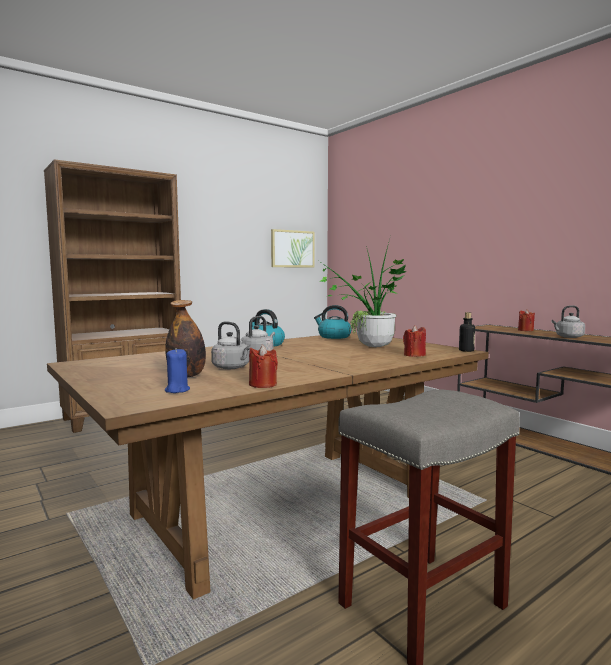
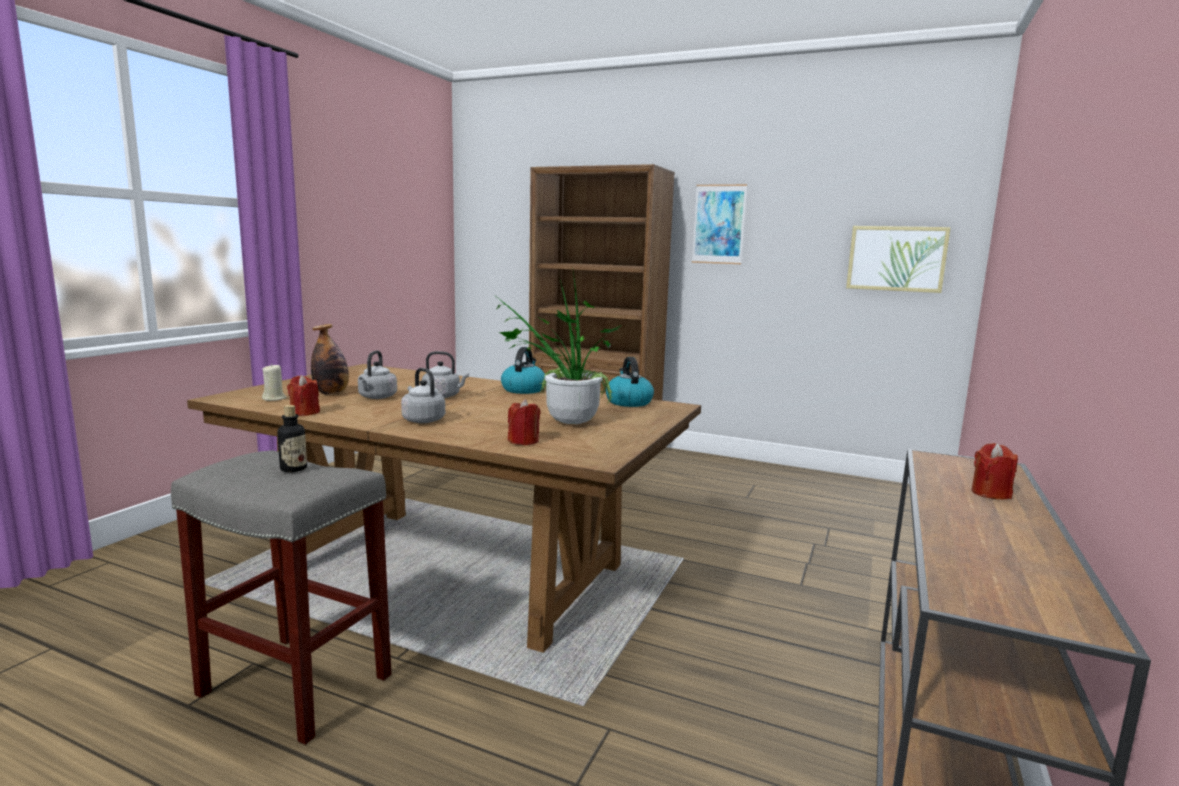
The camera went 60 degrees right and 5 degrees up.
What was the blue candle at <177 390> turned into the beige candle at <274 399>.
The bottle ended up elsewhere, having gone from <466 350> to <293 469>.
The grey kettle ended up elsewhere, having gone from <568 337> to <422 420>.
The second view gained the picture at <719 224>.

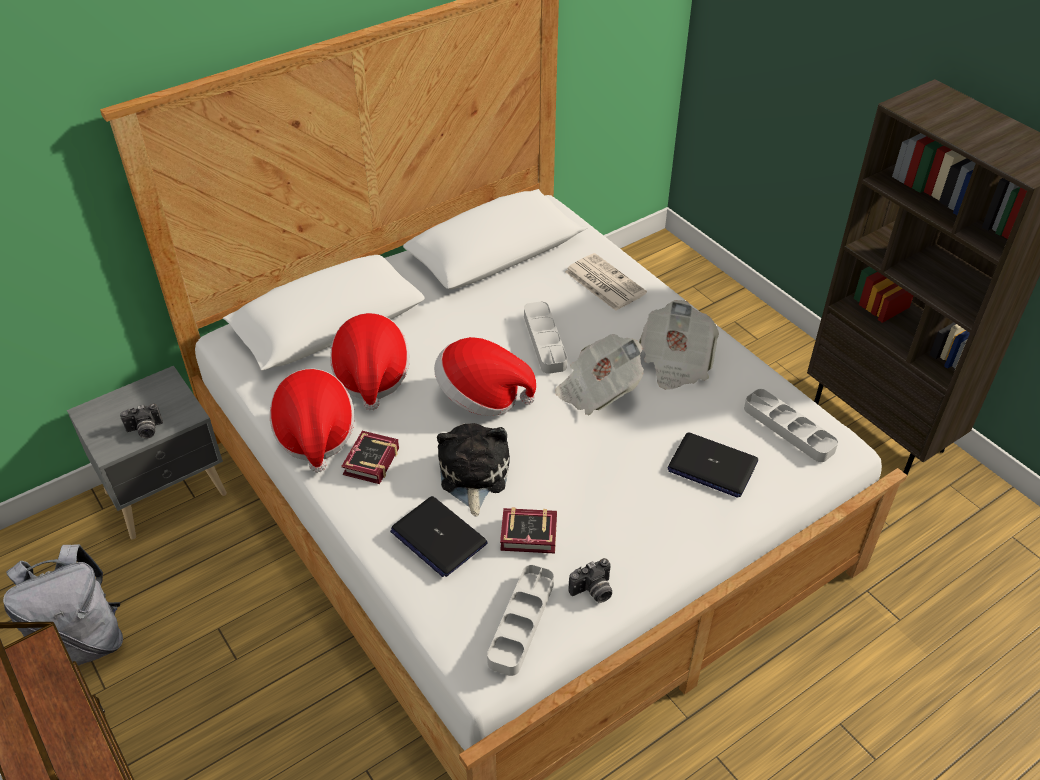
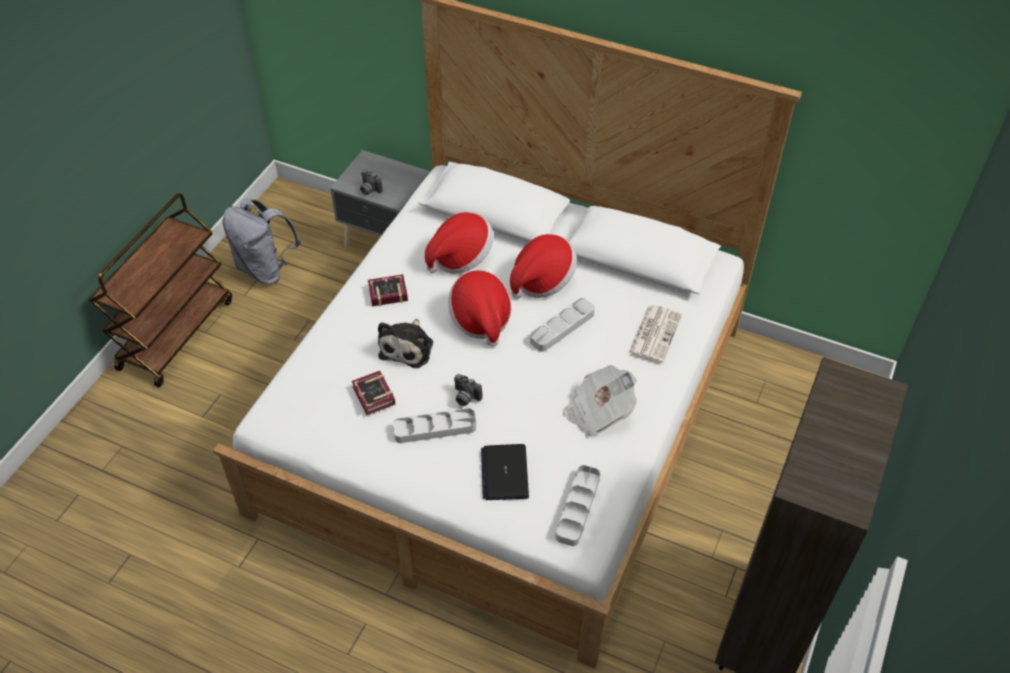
The camera went 60 degrees right and 5 degrees up.
The hat ended up elsewhere, having gone from <315 435> to <542 280>.
The second view lost the laptop at <438 537>.
The plush toy at <473 476> ended up facing another way, 135 degrees clockwise from before.
The grey tray ended up elsewhere, having gone from <521 622> to <434 428>.
The second view lost the newspaper at <598 390>.
The photo camera ended up elsewhere, having gone from <593 592> to <465 397>.

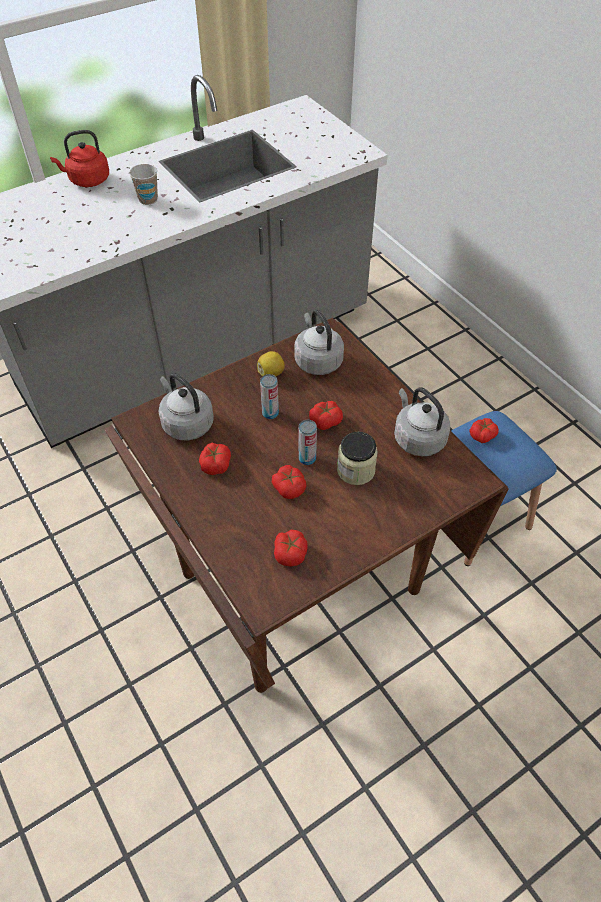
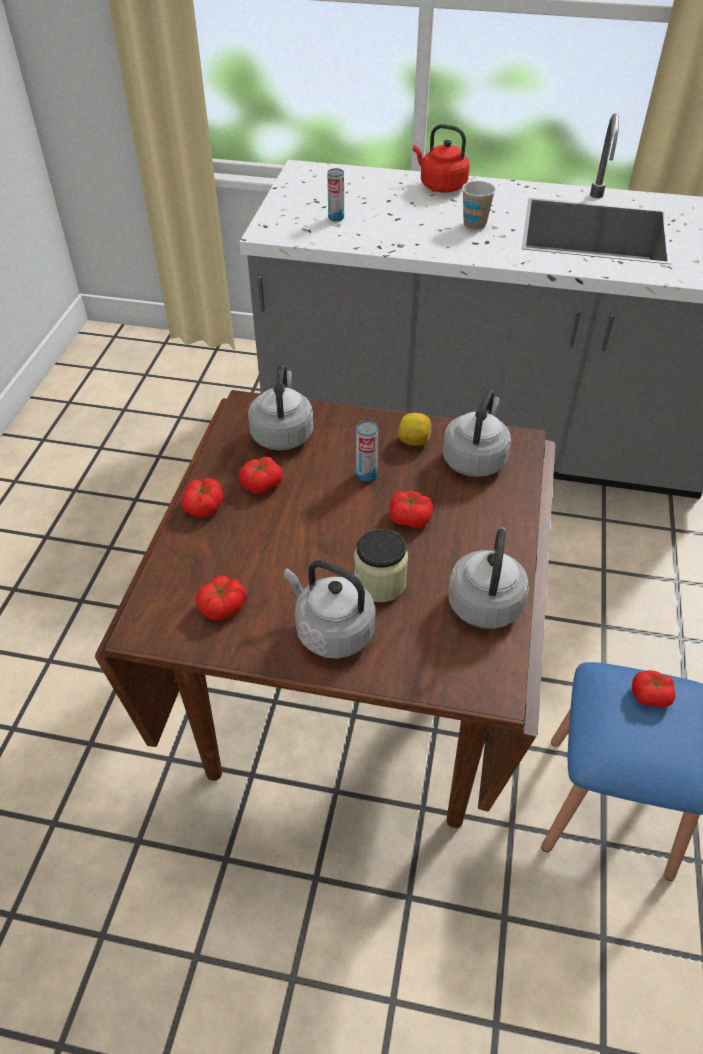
The camera went 45 degrees right and 5 degrees down.
The tomato ended up elsewhere, having gone from <289 487> to <204 506>.
The can ended up elsewhere, having gone from <307 458> to <336 218>.
The second view gained the grey kettle at <331 630>.

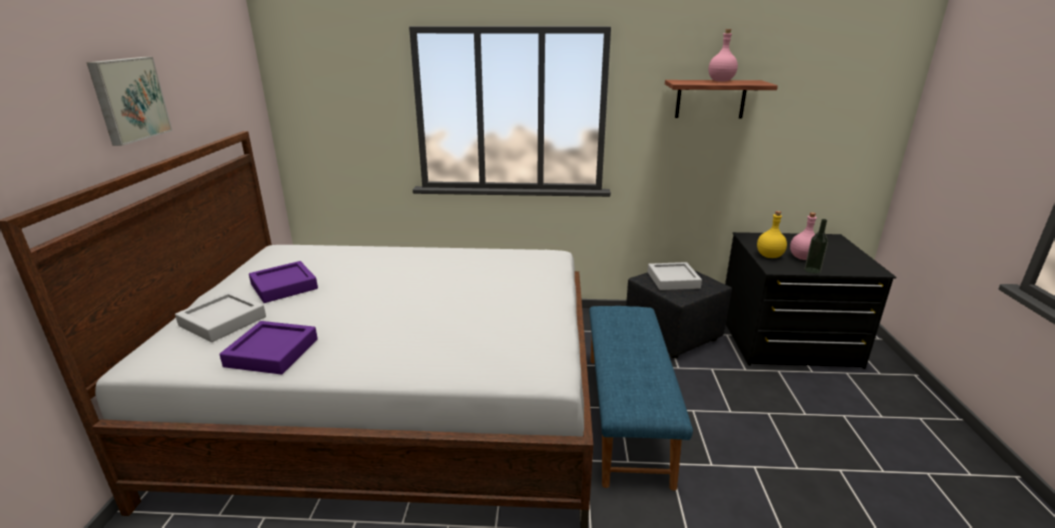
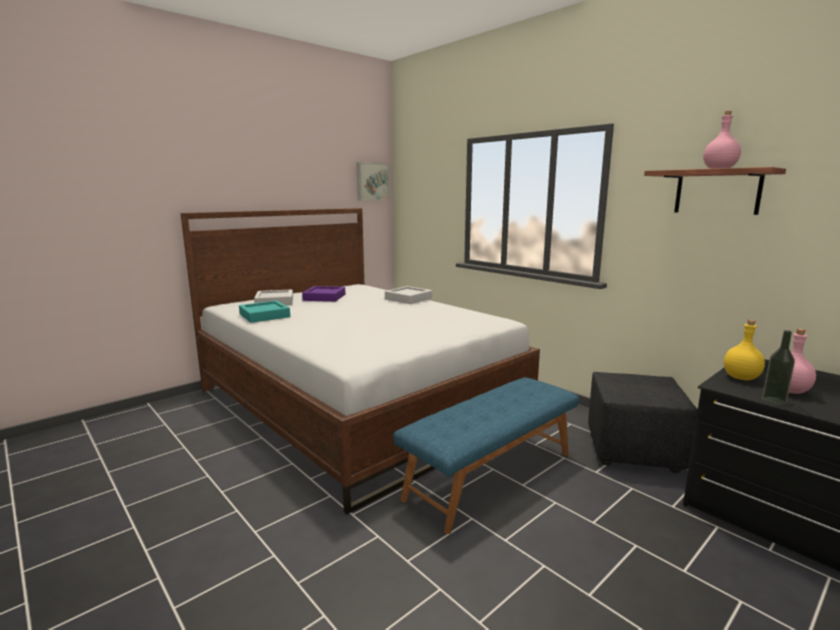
The camera went 45 degrees right and 10 degrees down.
The picture ended up elsewhere, having gone from <128 99> to <371 181>.
What was the purple tray at <272 353> turned into the turquoise tray at <264 315>.
The grey tray ended up elsewhere, having gone from <673 280> to <408 298>.

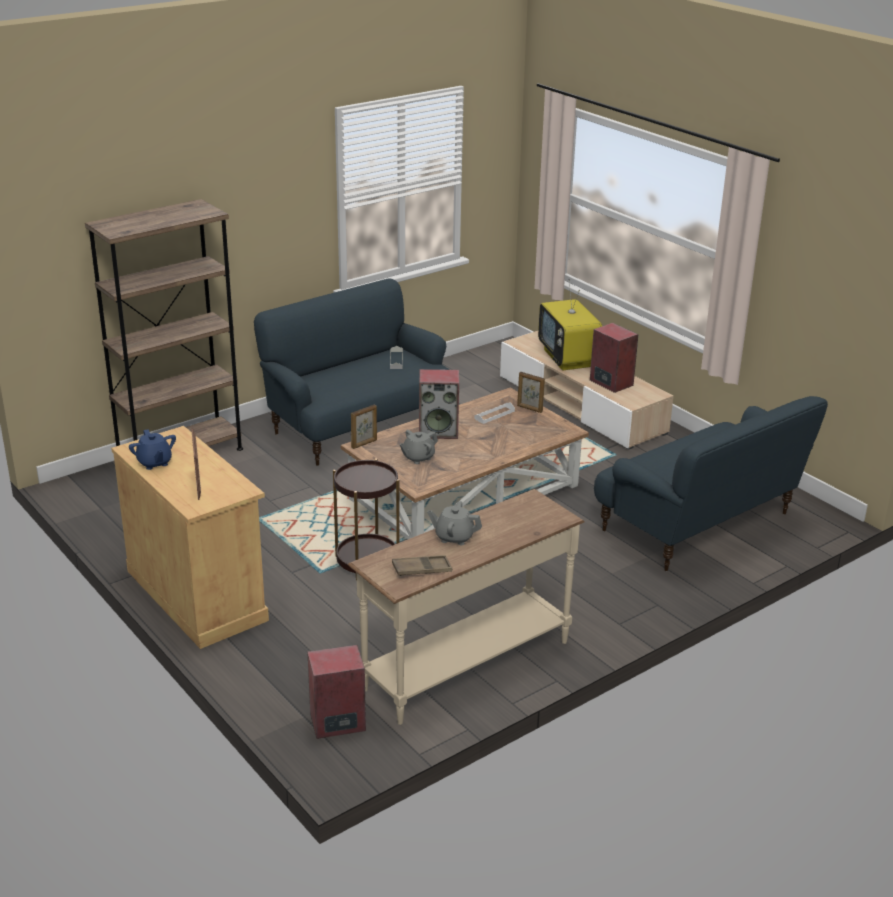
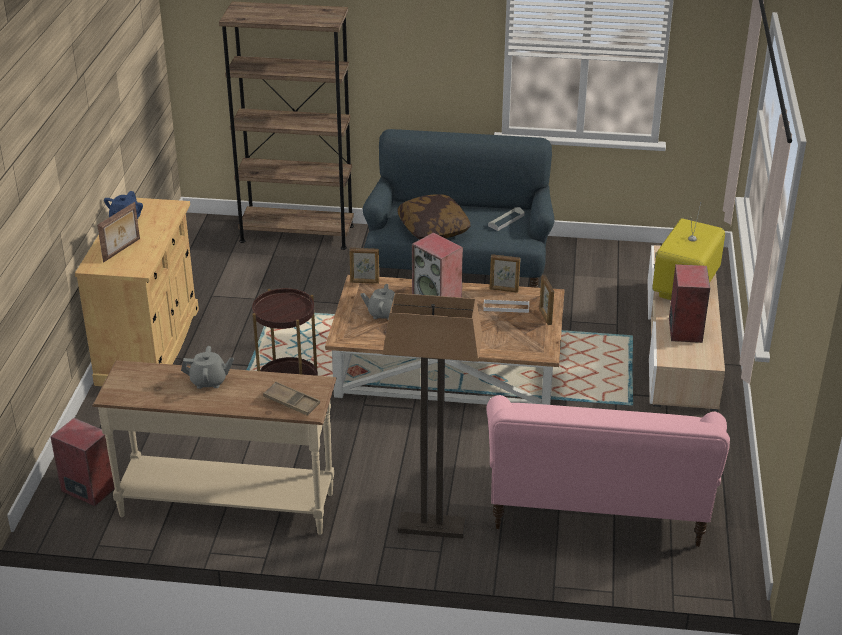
The camera went 45 degrees right and 5 degrees up.
The brown tray ended up elsewhere, having gone from <421 569> to <291 402>.
The grey teapot at <454 537> ended up facing another way, 120 degrees clockwise from before.
What was the blue sofa at <699 524> turned into the pink sofa at <598 507>.
The second view gained the floor lamp at <431 527>.
The second view gained the pillow at <433 229>.
The second view gained the picture frame at <504 290>.

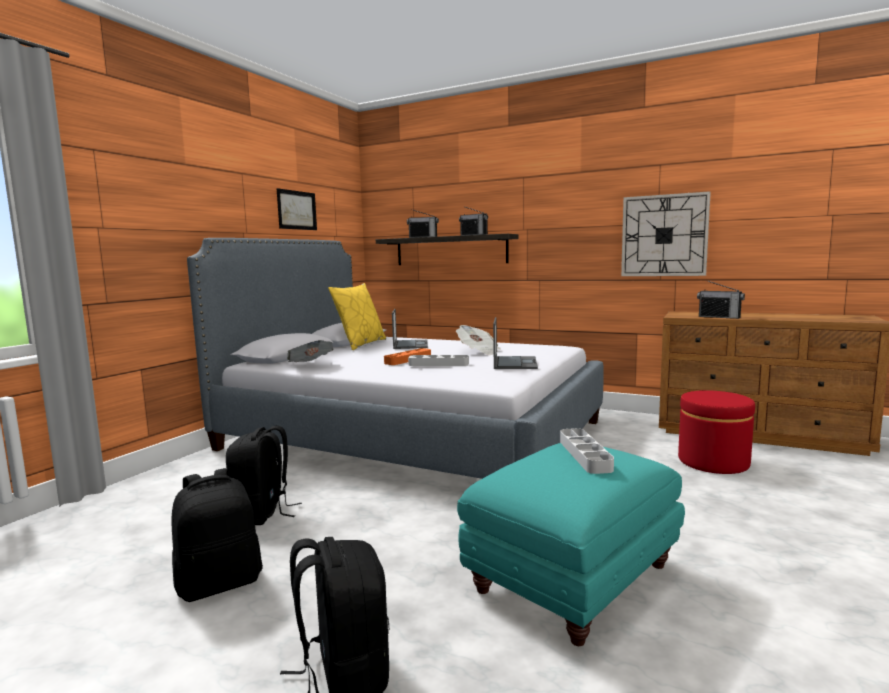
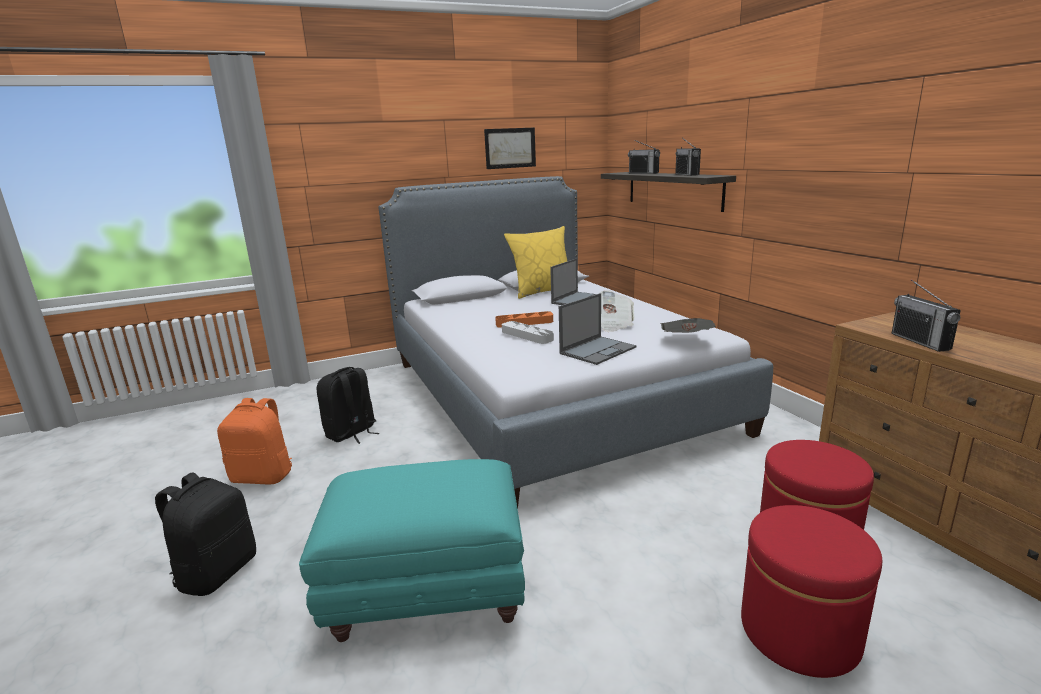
The camera went 40 degrees right and 10 degrees up.
What was the black backpack at <220 583> turned into the orange backpack at <263 476>.
The newspaper ended up elsewhere, having gone from <310 365> to <686 340>.
The second view lost the grey tray at <584 455>.
The second view lost the wall clock at <664 235>.
The second view gained the red ottoman at <799 631>.

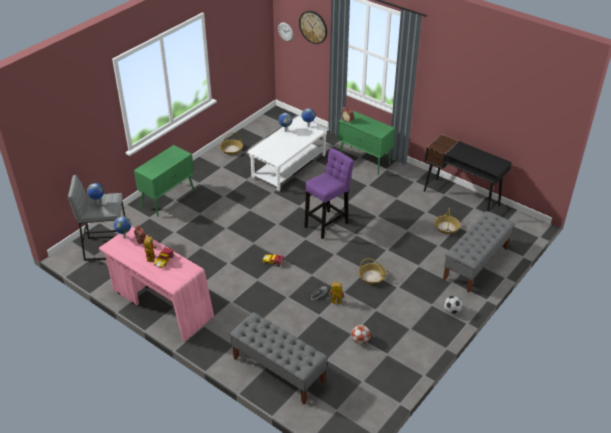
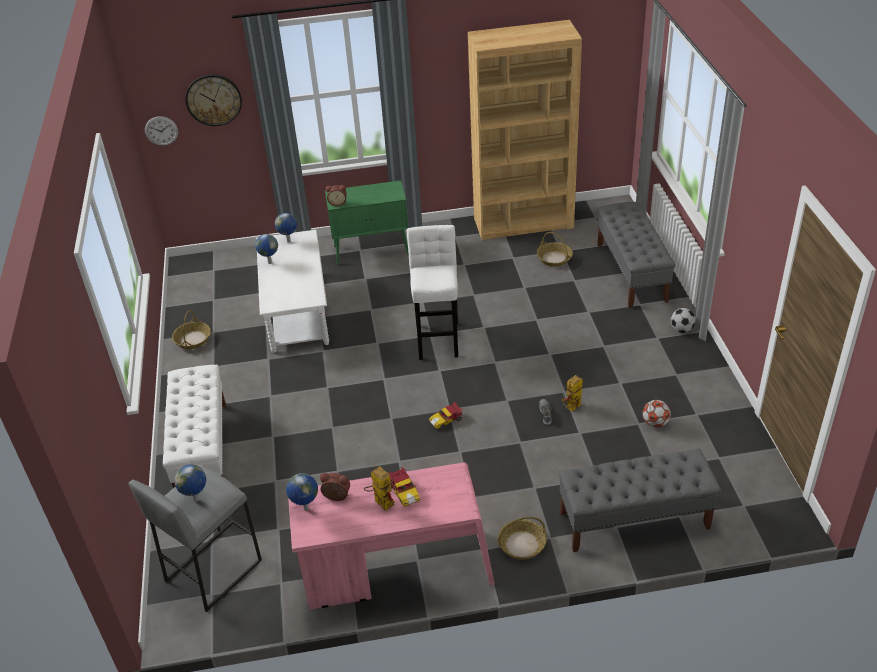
The camera went 45 degrees left and 0 degrees up.
Where the green cabinet stood at <168 199>, the white bench came to stand at <202 450>.
What was the purple stool at <328 223> turned into the white stool at <438 338>.
The basket ended up elsewhere, having gone from <372 276> to <521 545>.
Where the black desk stood at <461 198>, the brown bookcase came to stand at <523 223>.

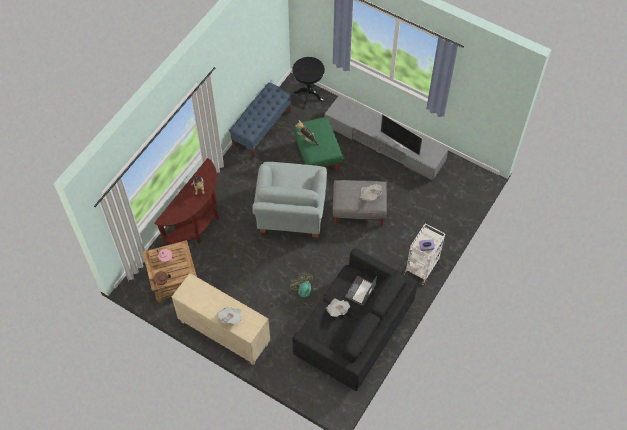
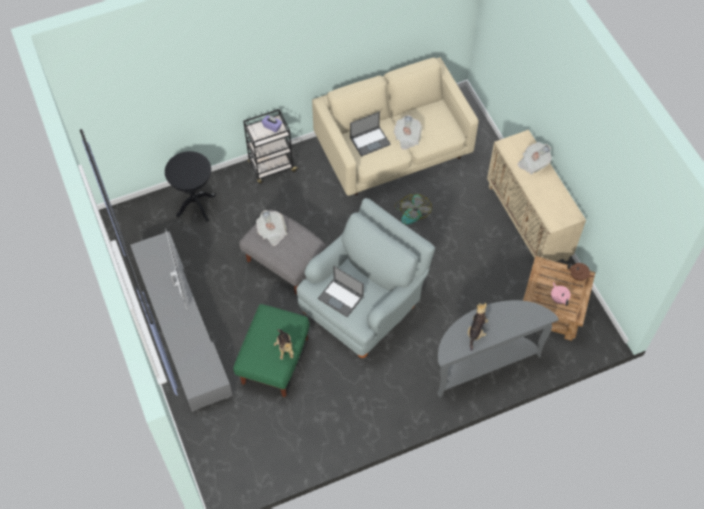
The camera went 145 degrees left and 0 degrees up.
What was the brown console table at <197 224> turned into the grey console table at <483 362>.
The second view lost the blue bench at <262 129>.
The black side table ended up elsewhere, having gone from <308 96> to <196 205>.
What was the black sofa at <353 331> turned into the beige sofa at <393 150>.
What was the white cart at <421 266> turned into the black cart at <271 167>.
The second view gained the laptop at <341 298>.

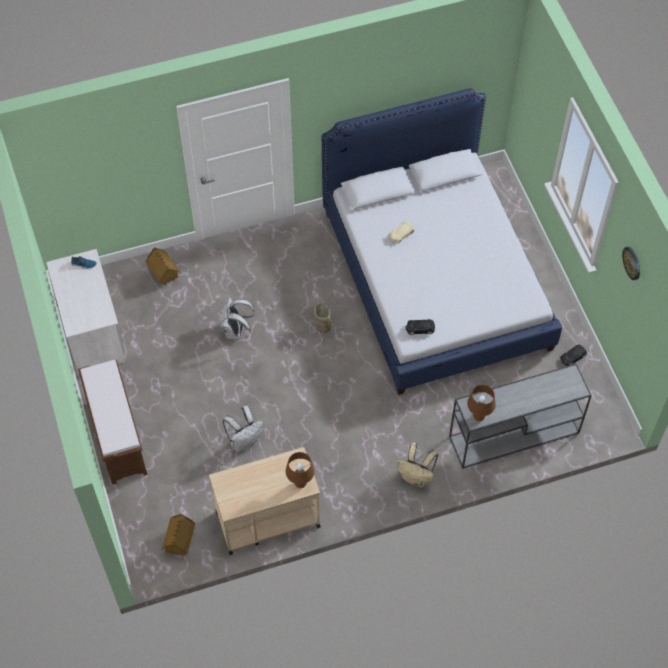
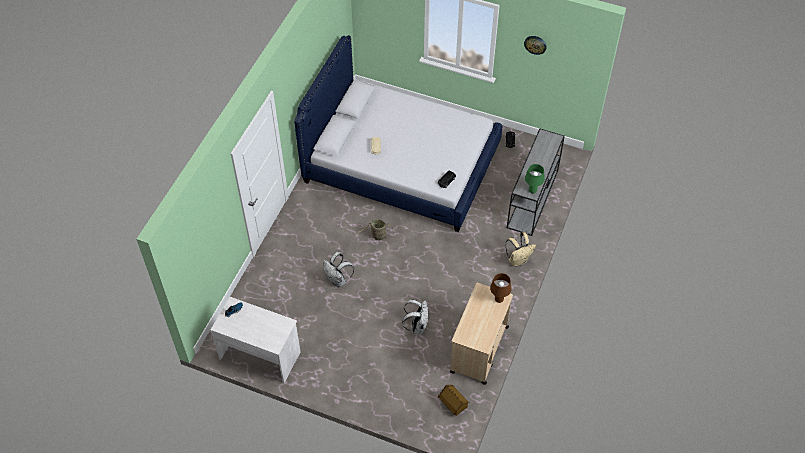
The camera went 50 degrees left and 5 degrees down.
The second view lost the brown bench at <117 437>.
The second view lost the toy house at <163 274>.
What was the brown table lamp at <478 416> turned into the green table lamp at <532 191>.

